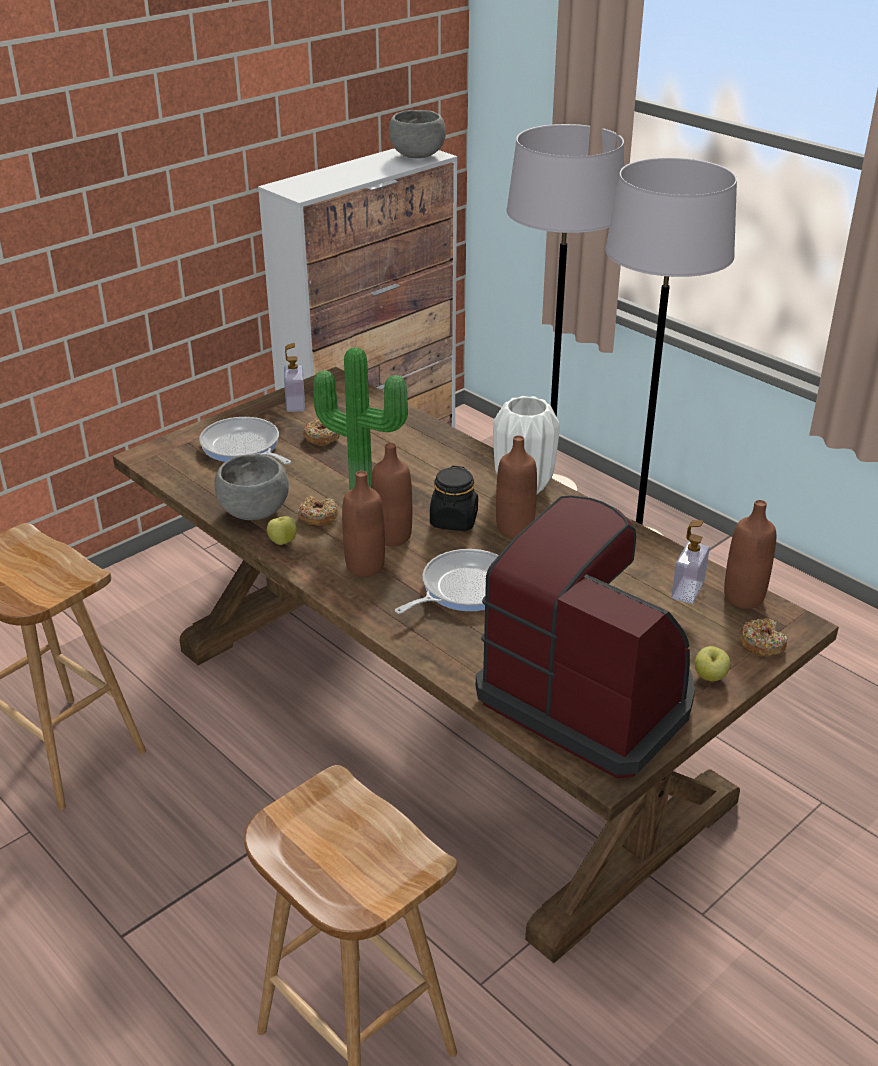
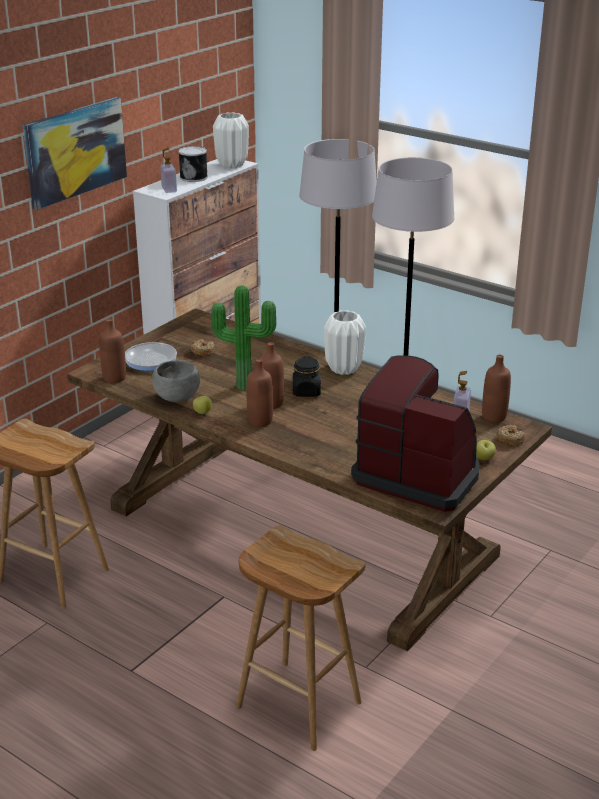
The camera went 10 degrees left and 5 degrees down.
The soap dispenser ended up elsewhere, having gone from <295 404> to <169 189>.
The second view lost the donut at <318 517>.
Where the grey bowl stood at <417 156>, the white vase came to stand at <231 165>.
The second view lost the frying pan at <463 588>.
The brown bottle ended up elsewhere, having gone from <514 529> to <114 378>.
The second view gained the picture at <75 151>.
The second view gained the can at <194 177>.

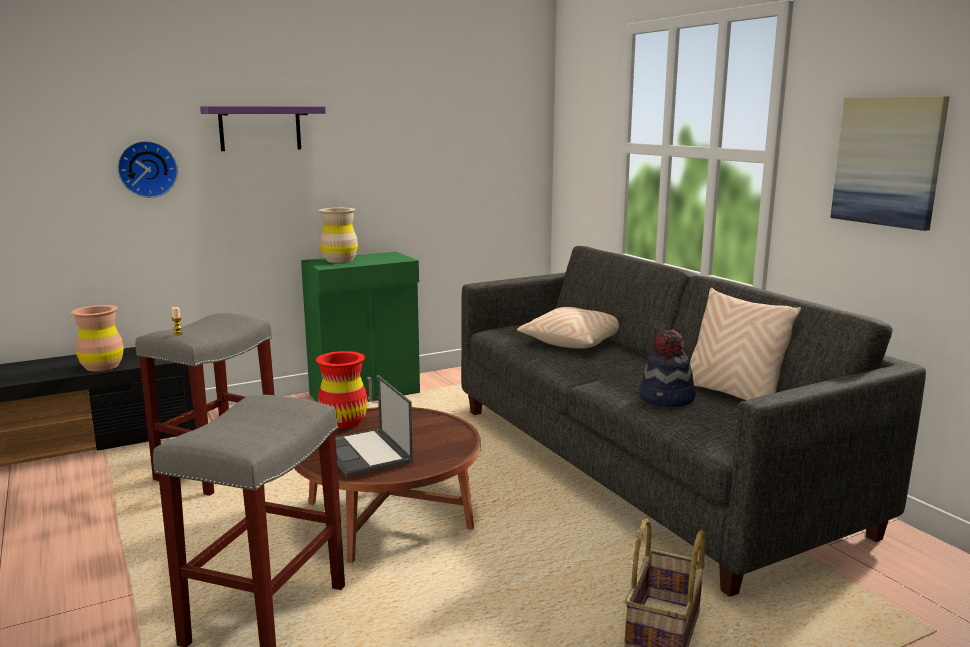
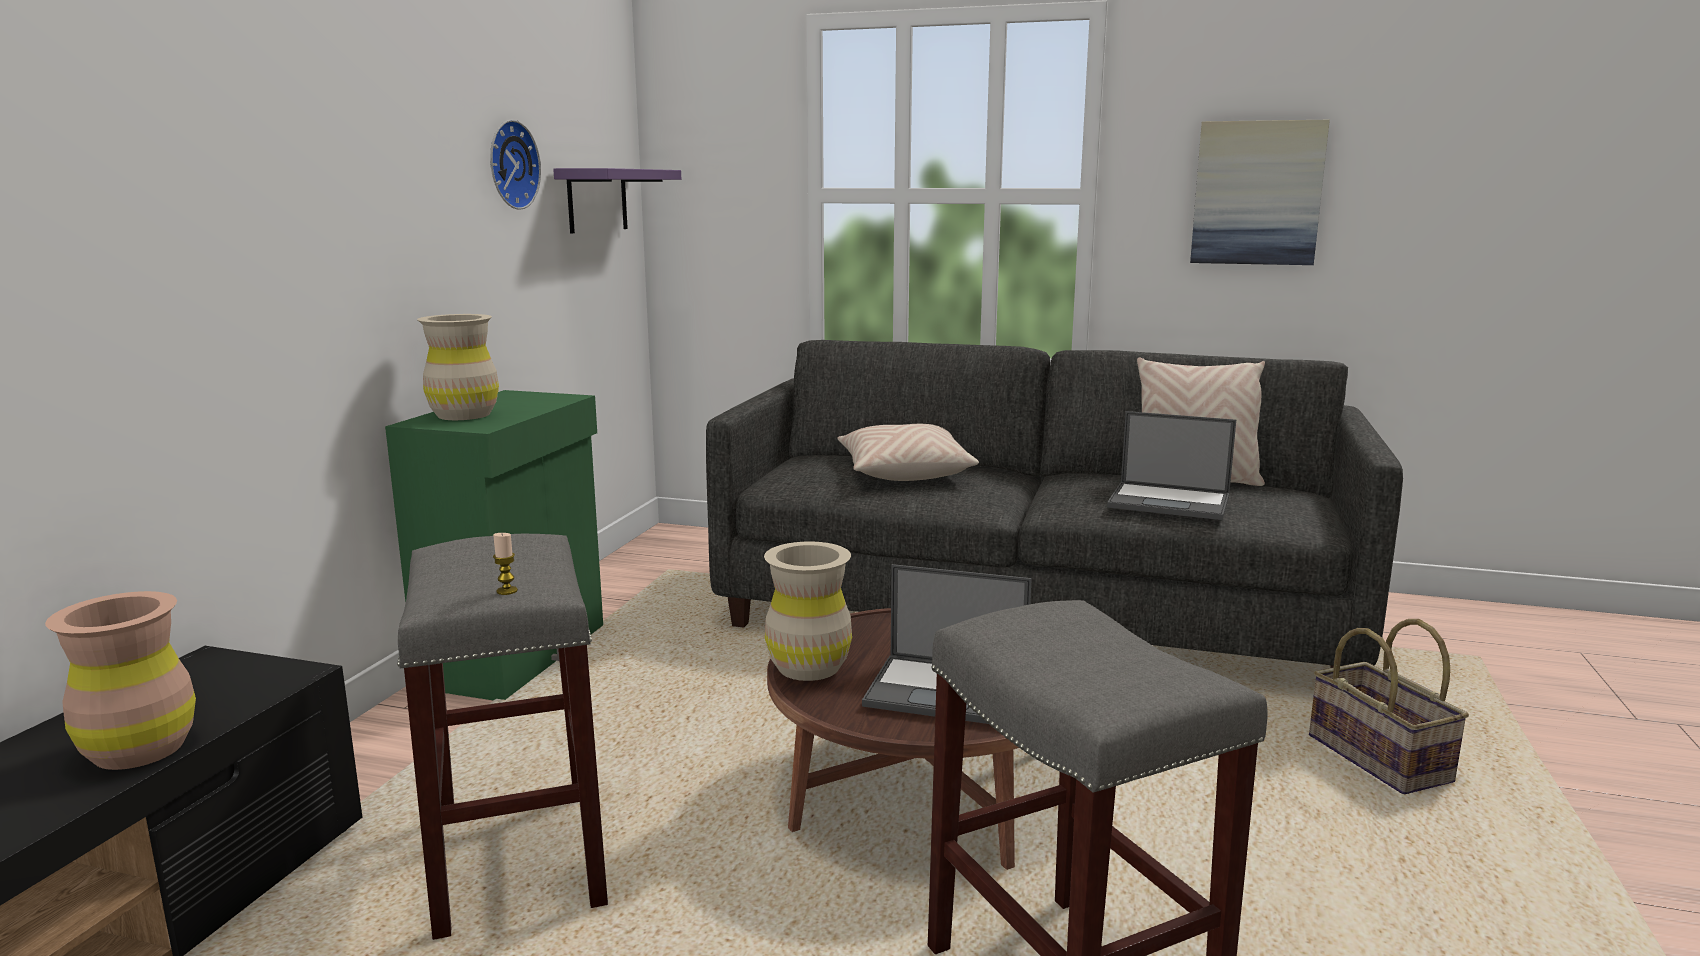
The camera went 45 degrees left and 0 degrees up.
The wall clock ended up elsewhere, having gone from <147 169> to <509 165>.
The purple shelf ended up elsewhere, having gone from <260 128> to <597 200>.
What was the red vase at <343 422> turned into the beige vase at <808 667>.
Where the hat stood at <667 399>, the laptop came to stand at <1171 502>.

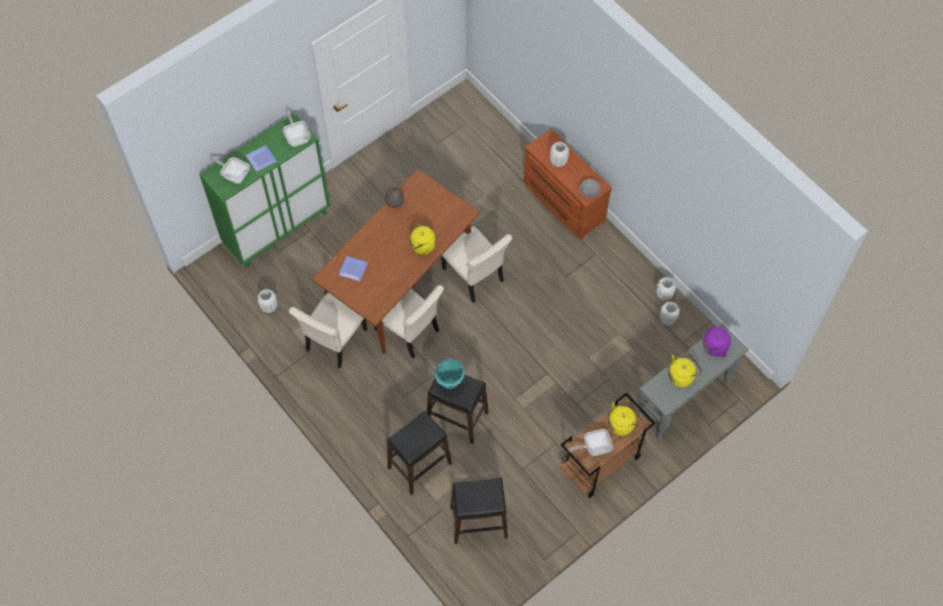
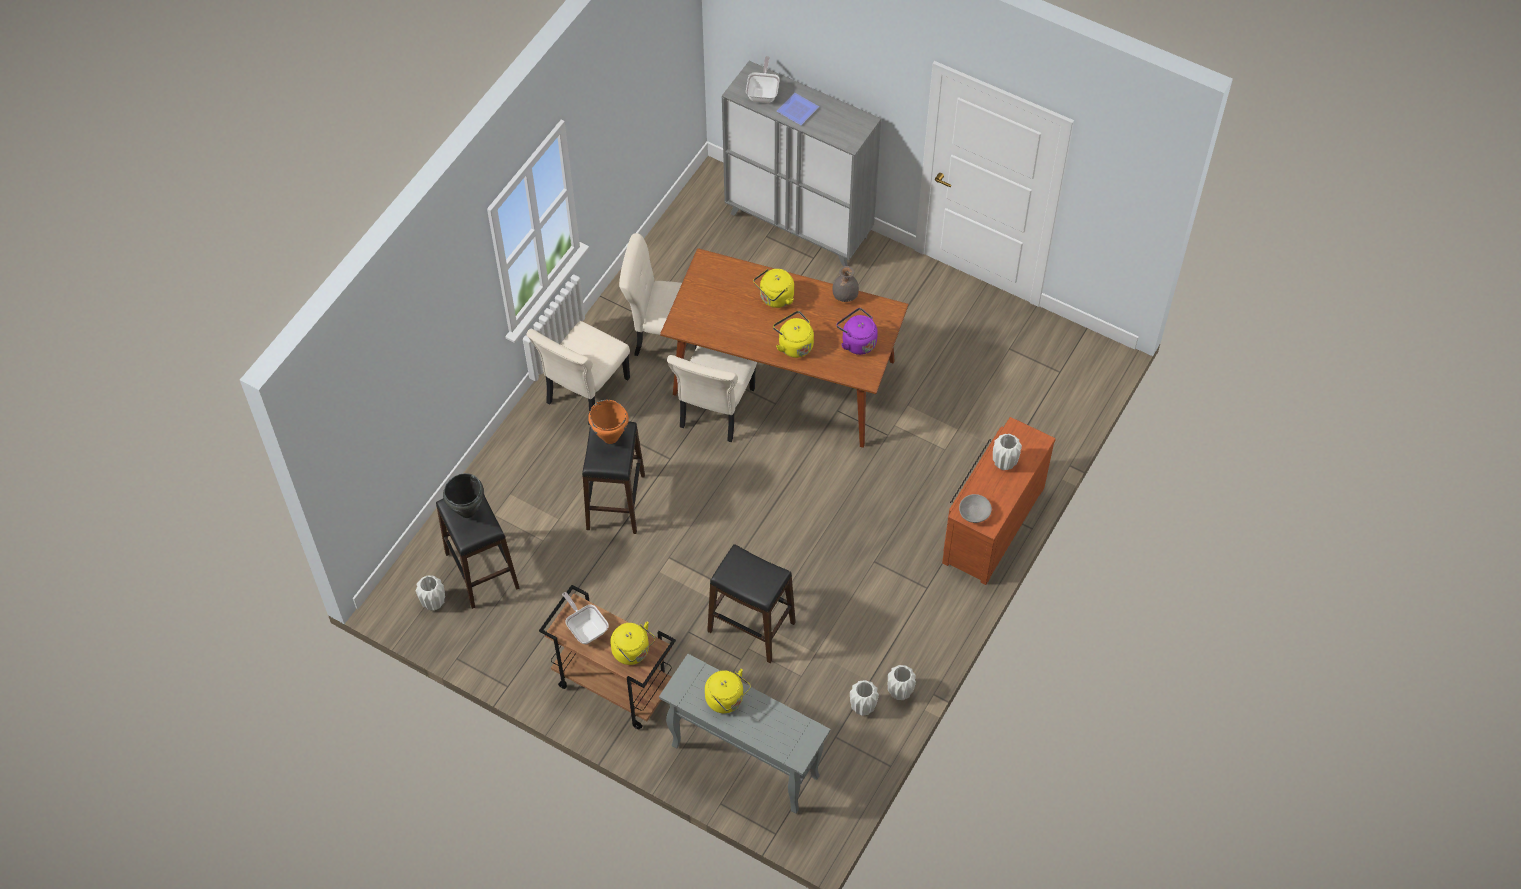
The camera went 70 degrees right and 5 degrees down.
What was the green cabinet at <277 229> turned into the grey cabinet at <799 225>.
The white vase ended up elsewhere, having gone from <269 307> to <433 602>.
The second view lost the frying pan at <297 137>.
The second view lost the plate at <352 268>.
The black stool ended up elsewhere, having gone from <419 465> to <752 627>.
What was the turquoise cooking pot at <450 383> turned into the orange cooking pot at <610 437>.
The beige chair ended up elsewhere, having gone from <474 277> to <585 392>.
The purple kettle ended up elsewhere, having gone from <713 347> to <857 342>.
The second view gained the black cooking pot at <467 511>.
The second view gained the yellow kettle at <775 298>.

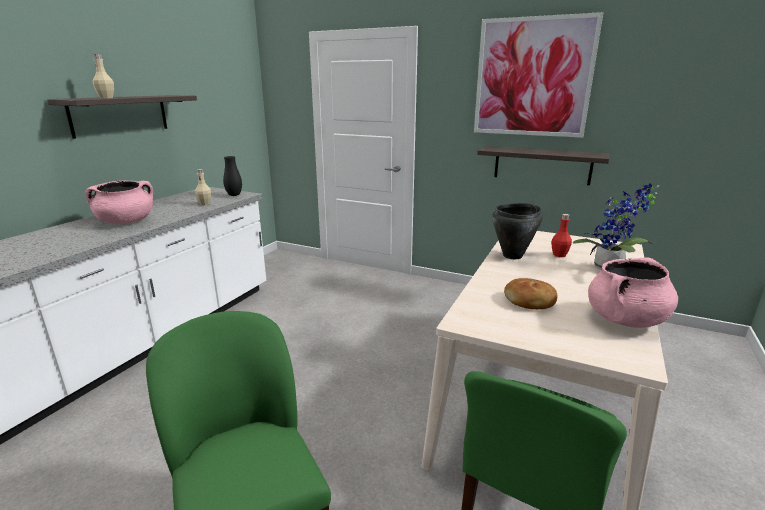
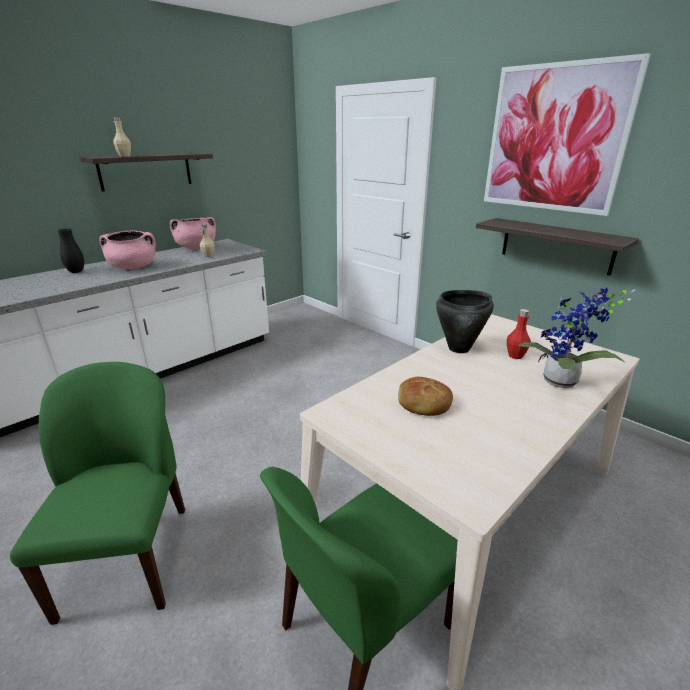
The camera went 20 degrees right and 5 degrees up.
The black vase ended up elsewhere, having gone from <234 195> to <76 272>.
The pink cooking pot ended up elsewhere, having gone from <625 320> to <196 248>.

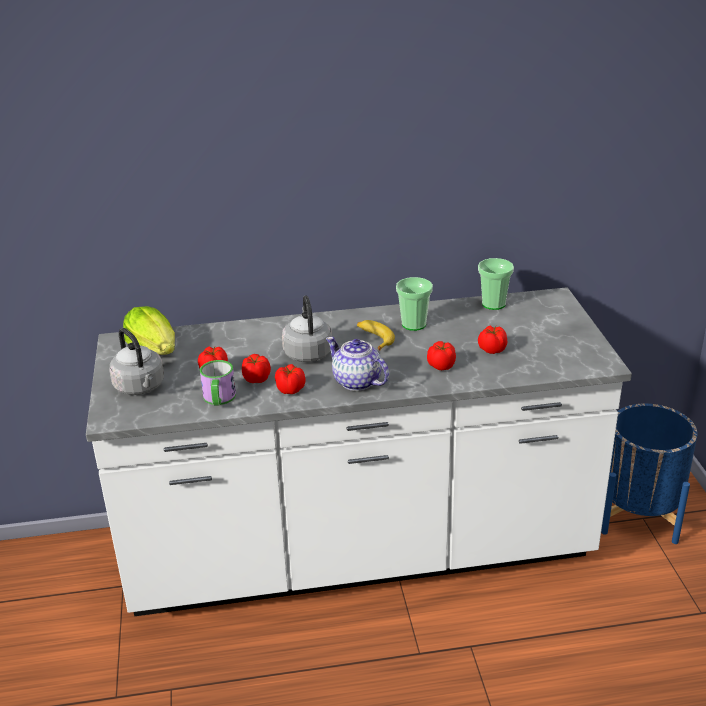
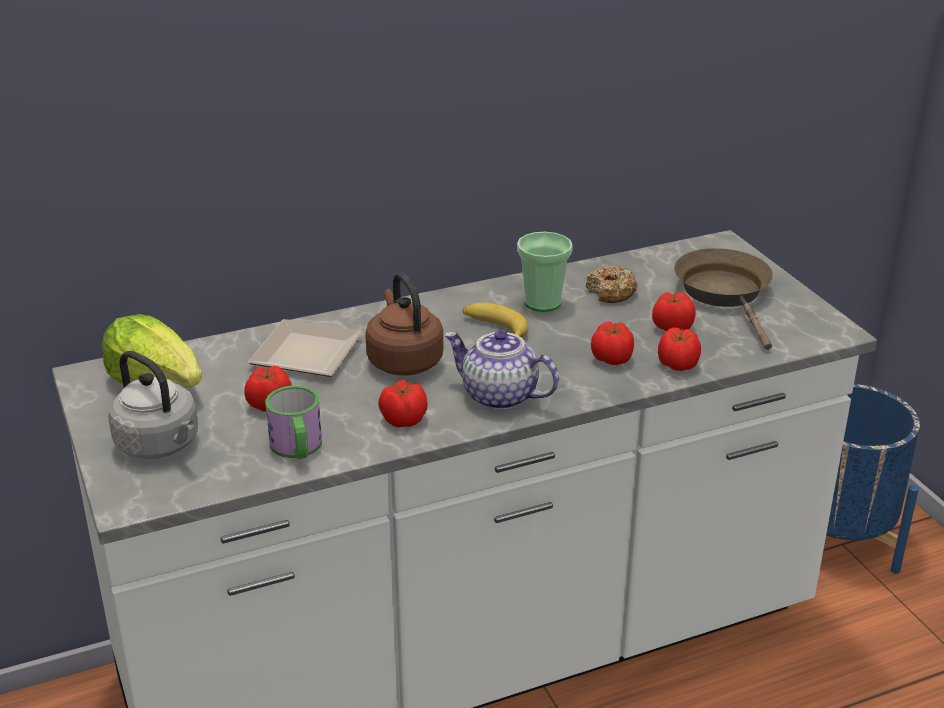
The camera went 15 degrees left and 0 degrees up.
The tomato ended up elsewhere, having gone from <256 379> to <677 365>.
What was the grey kettle at <307 352> turned into the brown kettle at <403 360>.
The second view lost the cup at <493 304>.
The second view gained the plate at <311 352>.
The second view gained the donut at <611 292>.
The second view gained the brown frying pan at <725 294>.

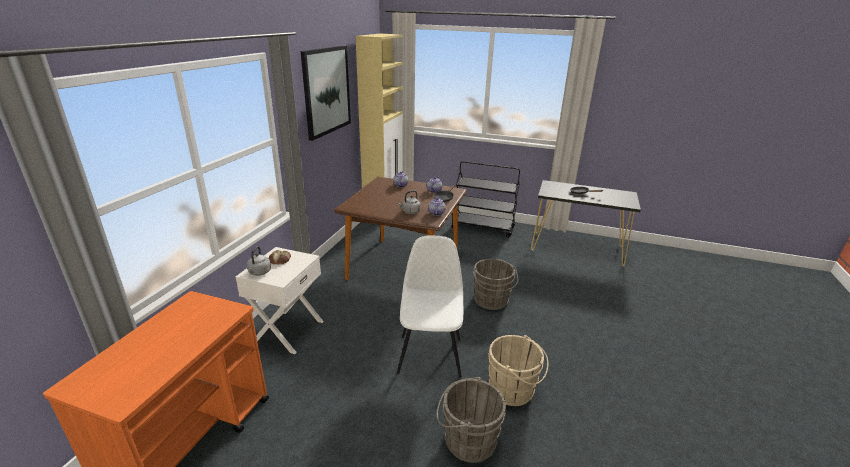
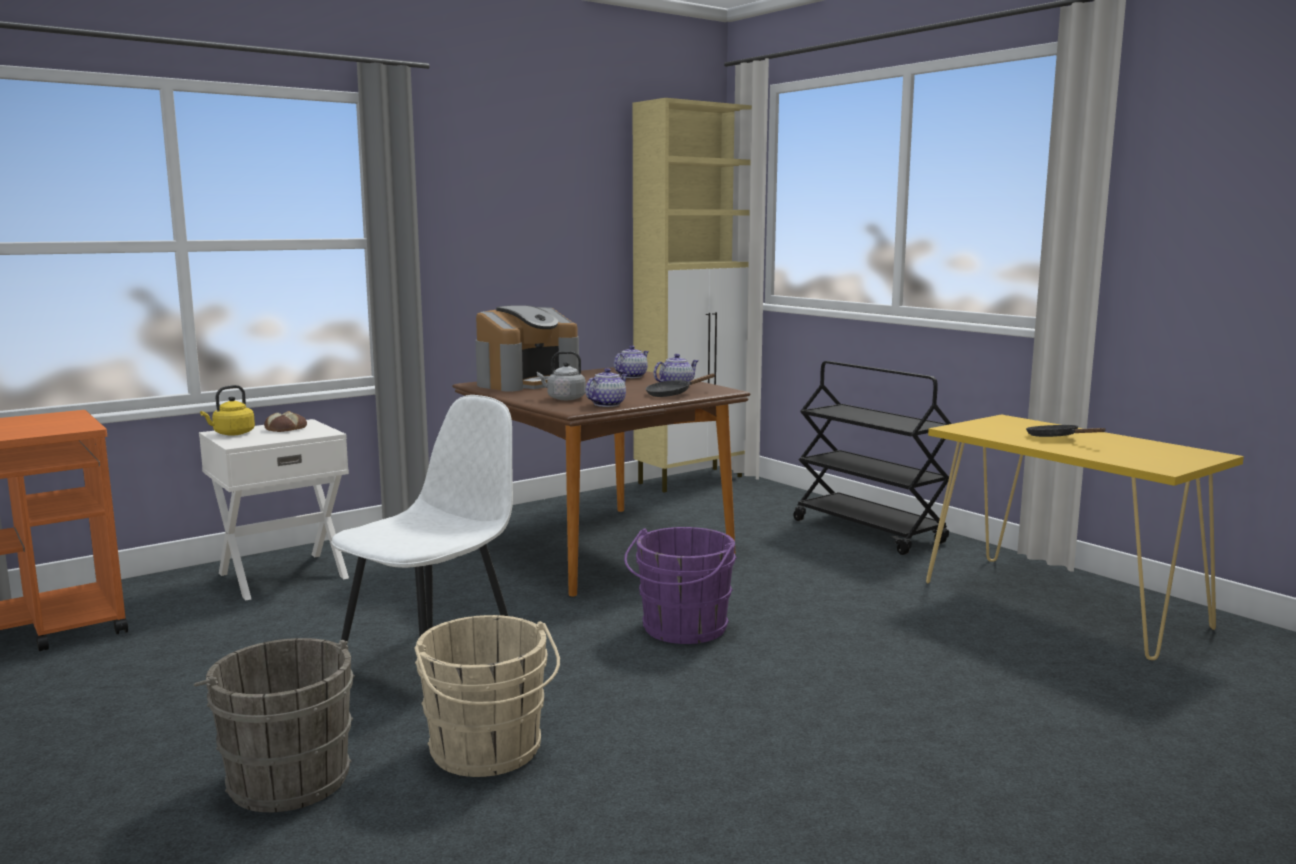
The camera went 35 degrees right and 15 degrees down.
What was the grey kettle at <259 273> turned into the yellow kettle at <232 434>.
The second view lost the picture at <326 91>.
What was the grey bucket at <491 301> turned into the purple bucket at <682 629>.
What was the black console table at <577 248> turned into the yellow console table at <1062 605>.
The second view gained the coffee machine at <527 382>.

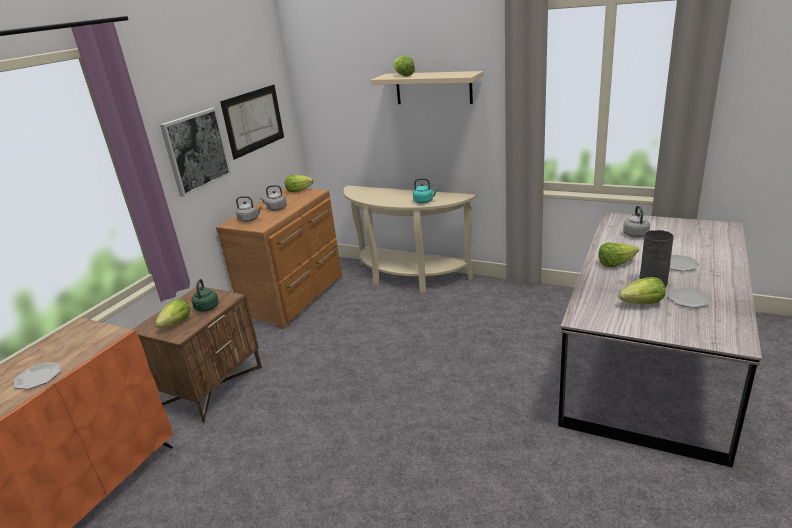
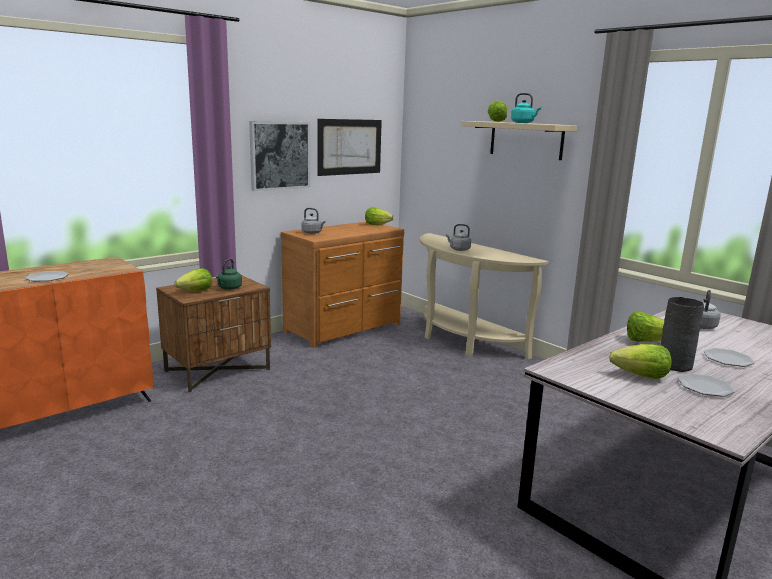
The camera went 20 degrees right and 10 degrees down.
The grey kettle ended up elsewhere, having gone from <276 209> to <458 249>.
The turquoise kettle ended up elsewhere, having gone from <424 201> to <523 123>.

